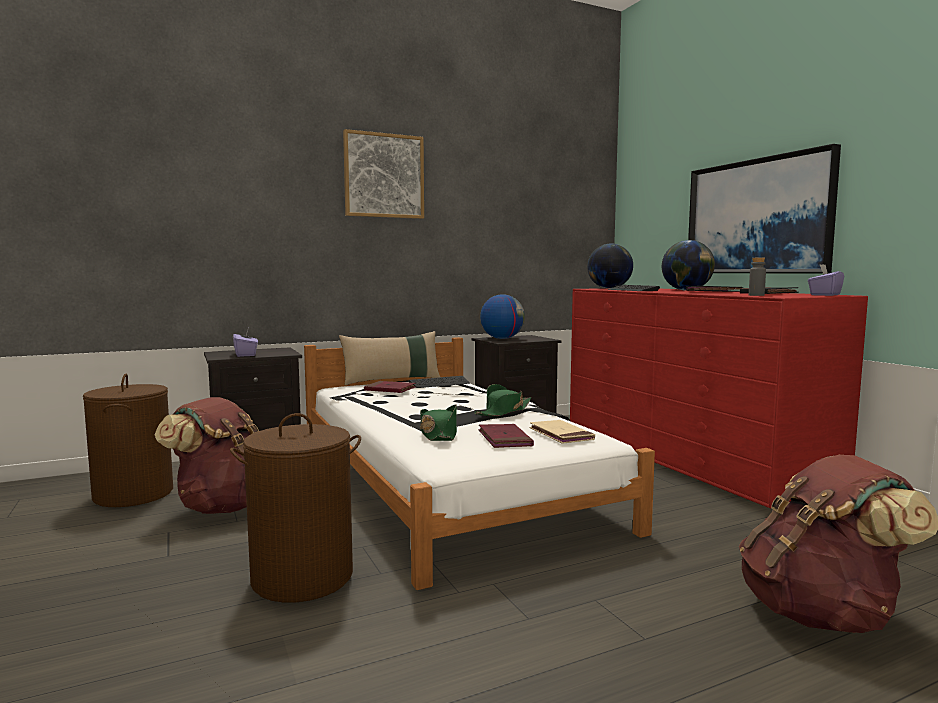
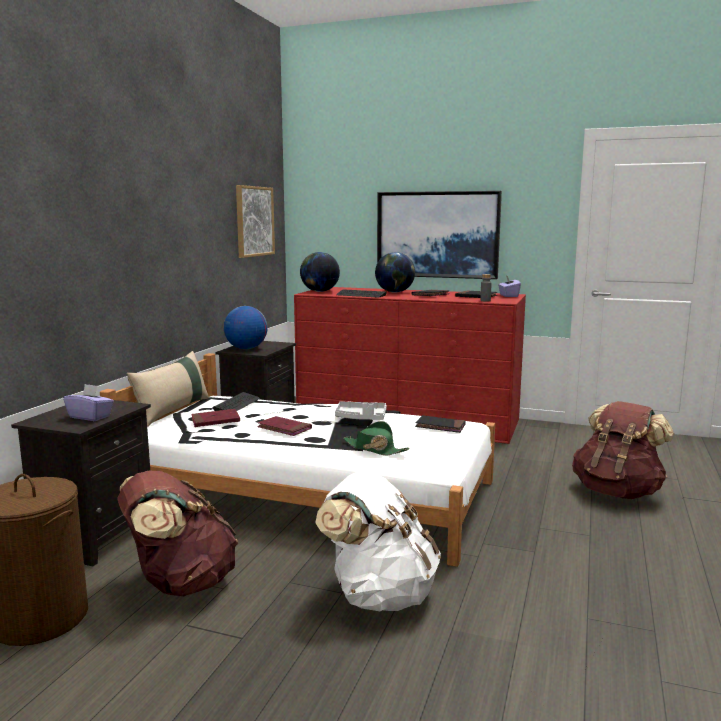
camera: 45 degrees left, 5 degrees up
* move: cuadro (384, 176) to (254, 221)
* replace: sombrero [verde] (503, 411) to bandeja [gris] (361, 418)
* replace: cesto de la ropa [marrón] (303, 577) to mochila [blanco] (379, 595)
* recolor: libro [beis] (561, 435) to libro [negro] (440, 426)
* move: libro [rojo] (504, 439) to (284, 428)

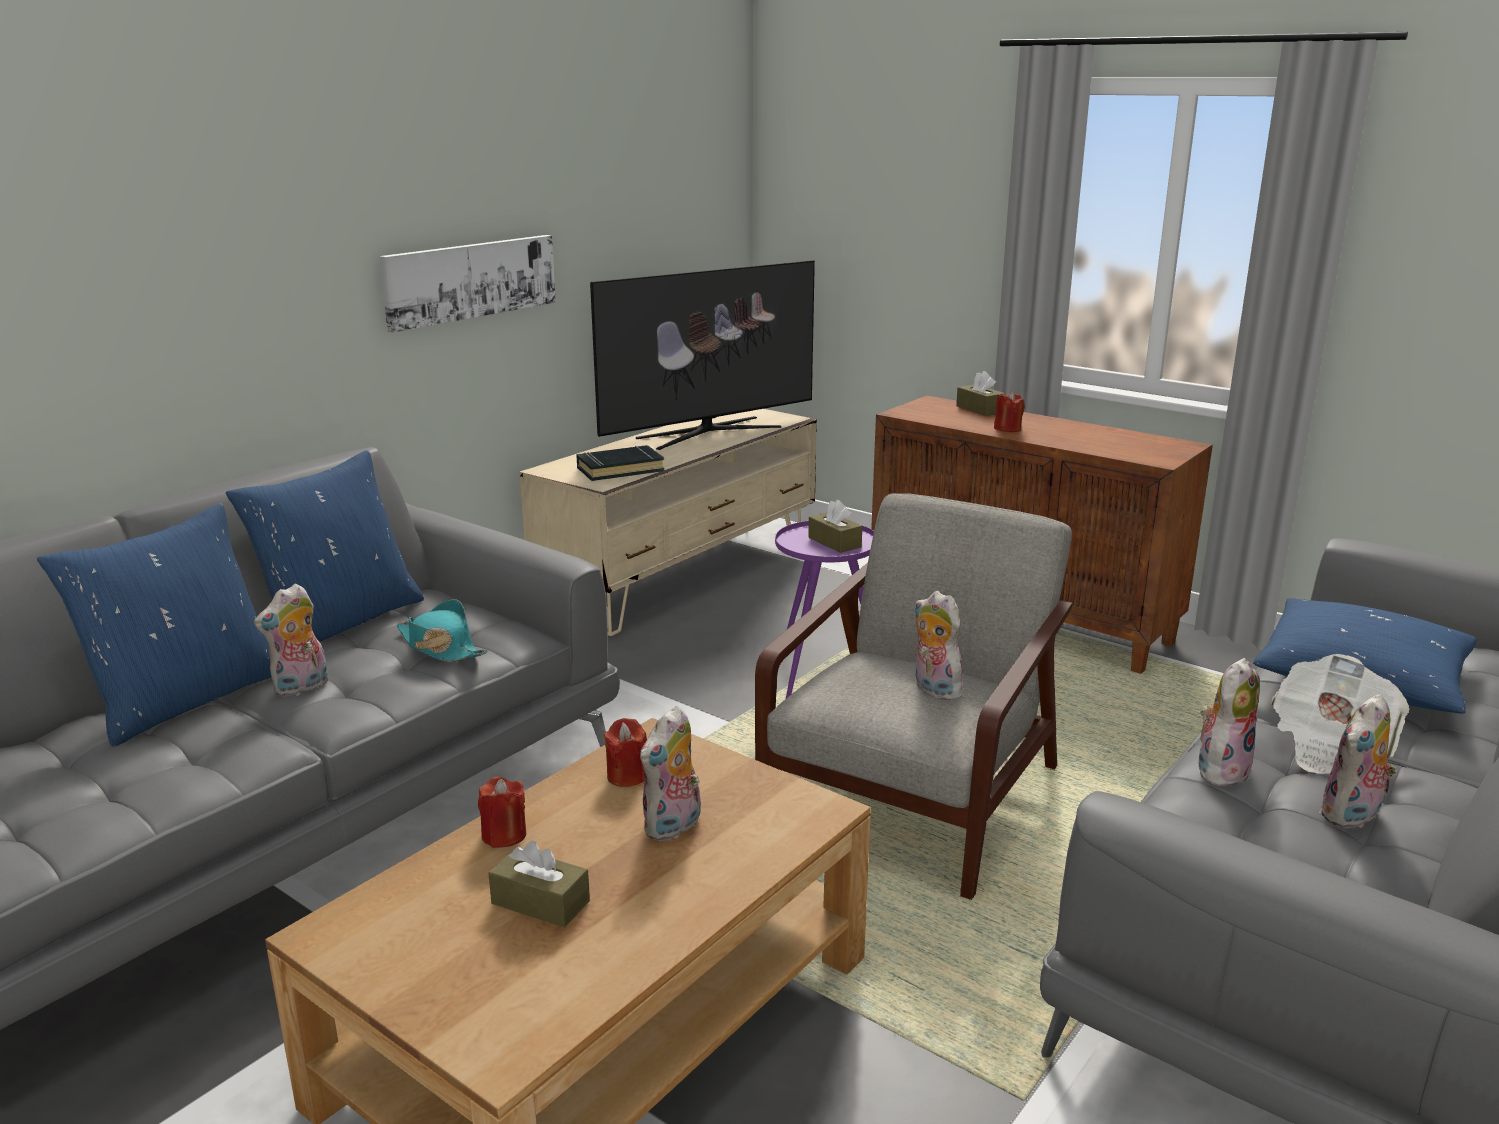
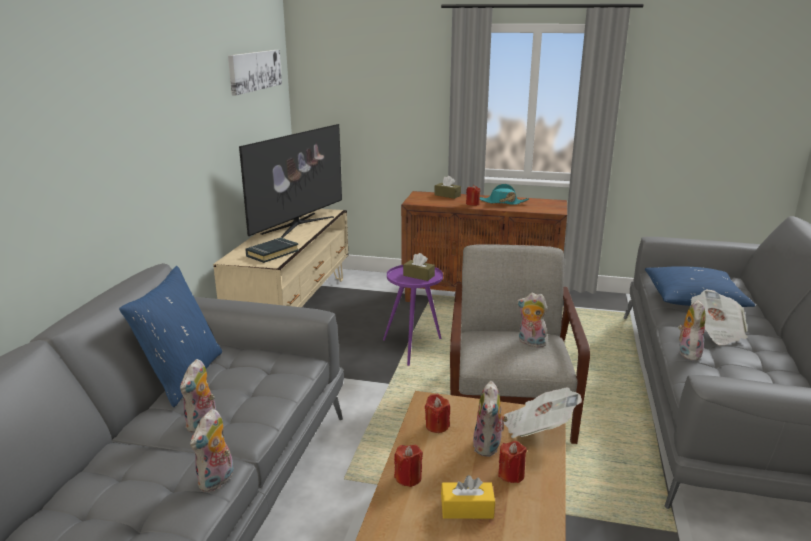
camera: 25 degrees left, 0 degrees up
* move: cuadro (470, 280) to (254, 71)
* delete: cojín [azul] (187, 699)
* move: sombrero [turquesa] (440, 647) to (502, 202)
* move: peluche (1352, 816) to (217, 481)
* recolor: caja de pañuelos [marrón] (540, 902) to caja de pañuelos [amarillo] (467, 509)
* insert: periódico (537, 429)
* insert: vela [rojo] (511, 474)

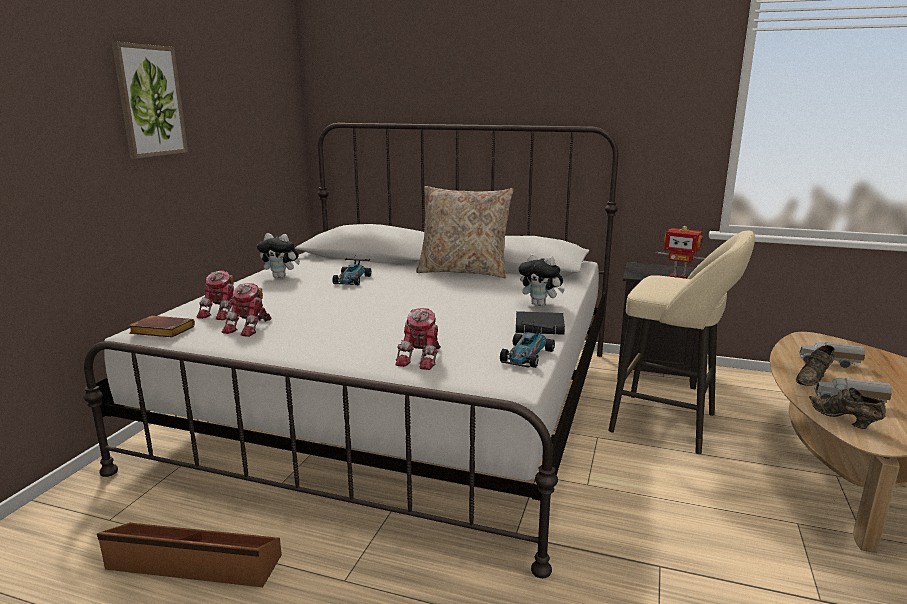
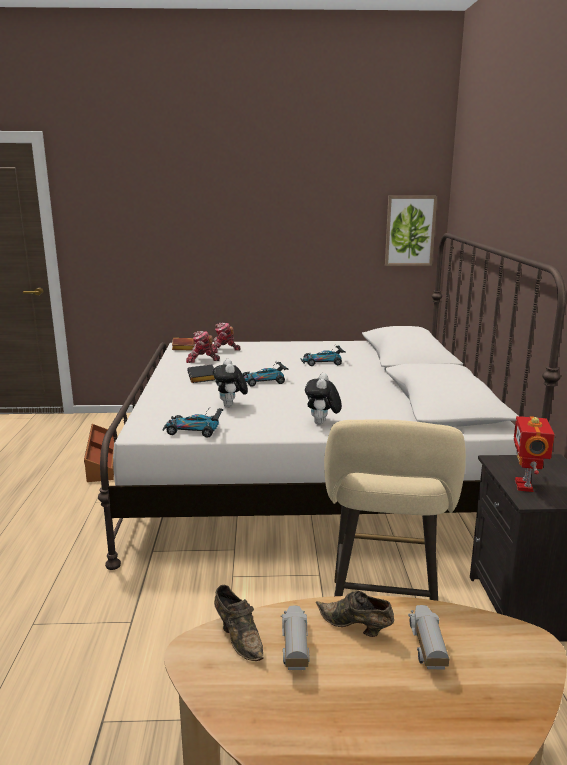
camera: 70 degrees right, 0 degrees up
* move: cuadro (150, 101) to (410, 231)
* delete: cojín [beis] (464, 271)
* move: peluche (281, 277) to (231, 406)
* delete: robot de juguete (422, 358)
* move: libro [negro] (541, 328) to (203, 377)
* rotate: zapato [marrón] (845, 420) = (238, 637) 105 degrees clockwise
* insert: coche de juguete (263, 381)

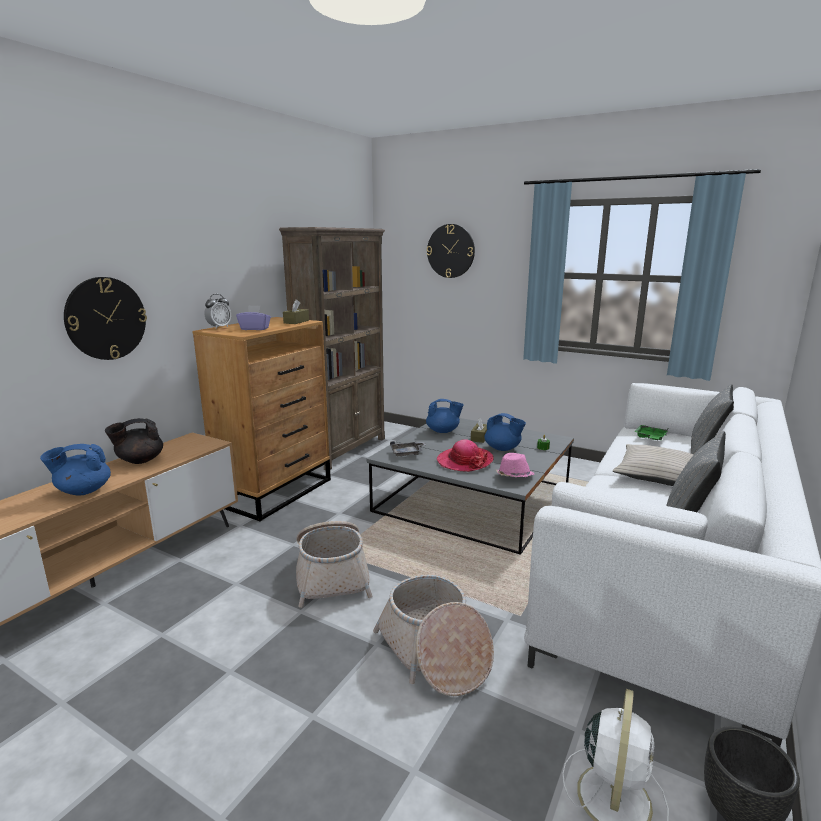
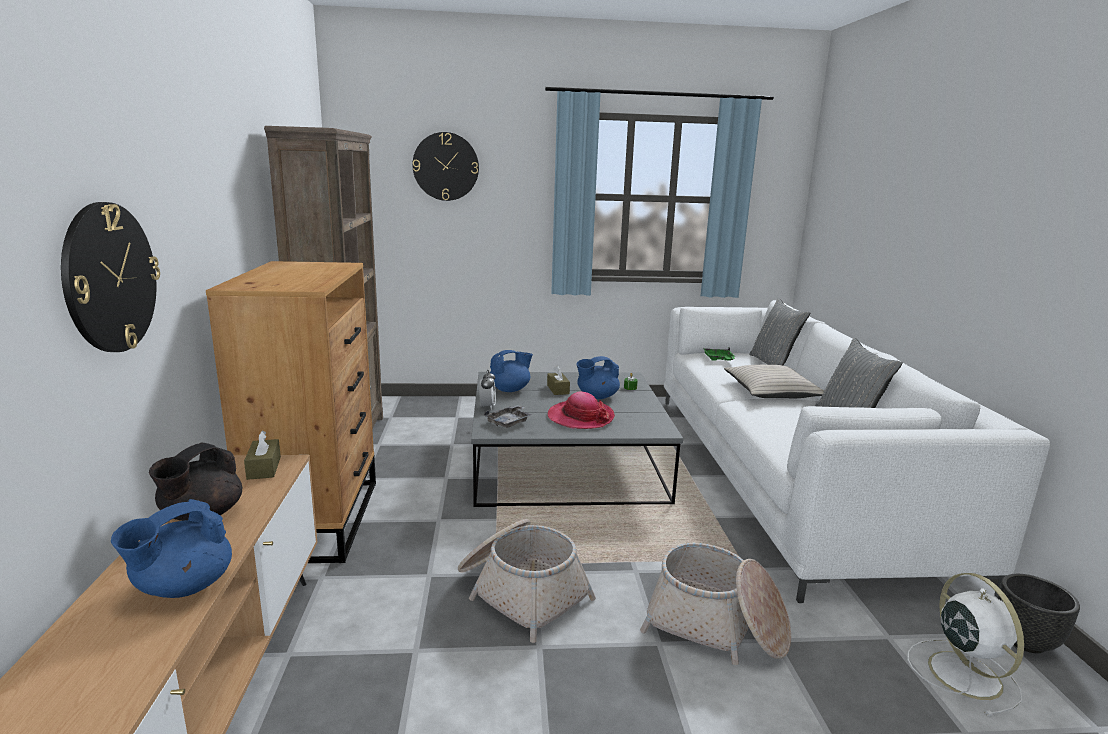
camera: 35 degrees left, 0 degrees up
* move: despertador (219, 327) to (487, 406)
* move: caja de pañuelos [marrón] (296, 322) to (264, 468)
* delete: caja de pañuelos [morado] (255, 329)
* rotate: tetera [azul] (503, 449) = (596, 396) 150 degrees clockwise
* delete: sombrero [rosa] (514, 476)

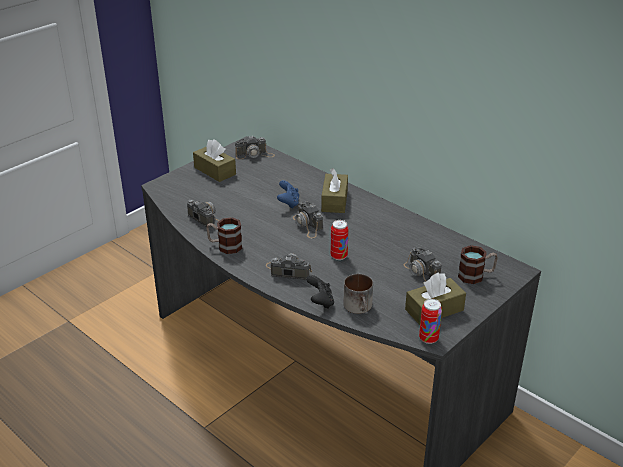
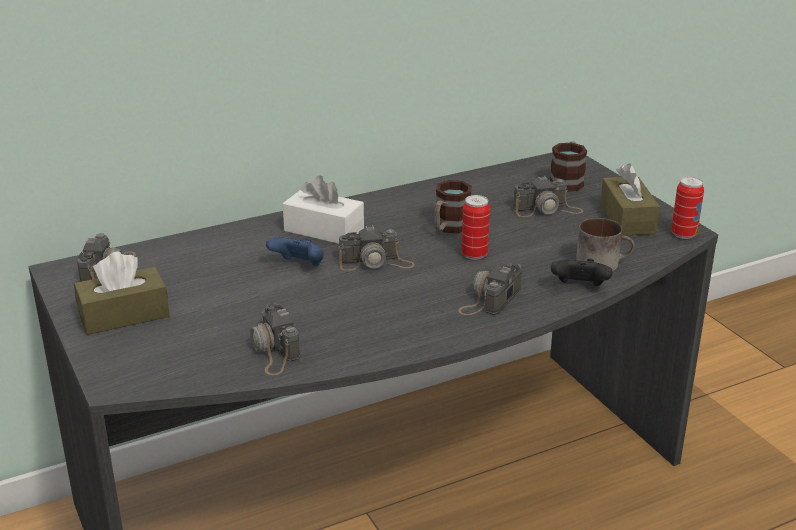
camera: 70 degrees left, 5 degrees down
* recolor: caja de pañuelos [marrón] (334, 201) to caja de pañuelos [blanco] (324, 230)
* rotate: cámara (203, 216) = (273, 350) 90 degrees counterclockwise
* move: taza grande (225, 246) to (449, 228)

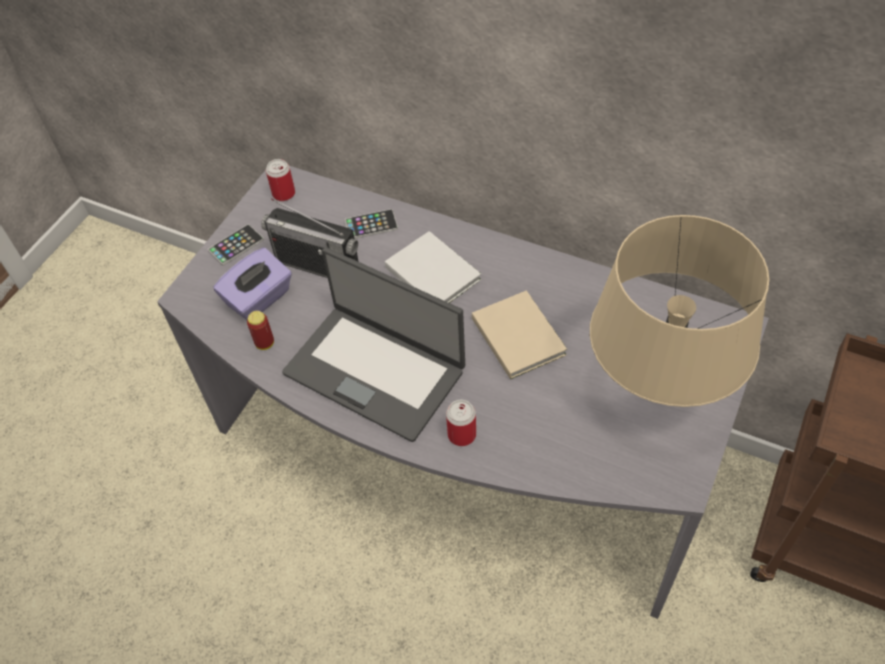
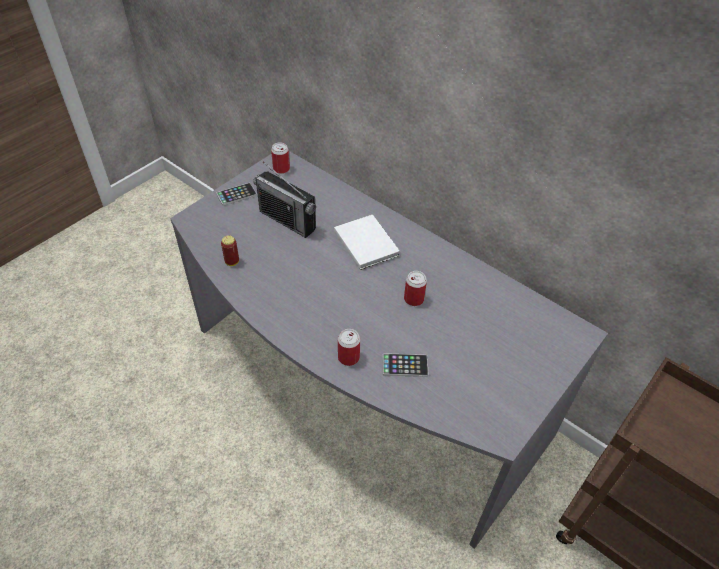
camera: 10 degrees right, 5 degrees down
* move: móvil (371, 225) to (405, 365)
* delete: lámpara de mesa [beis] (658, 394)
* delete: caja de pañuelos [morado] (259, 299)
* delete: portátil (375, 370)
* replace: libro [beis] (518, 334) to lata (413, 299)

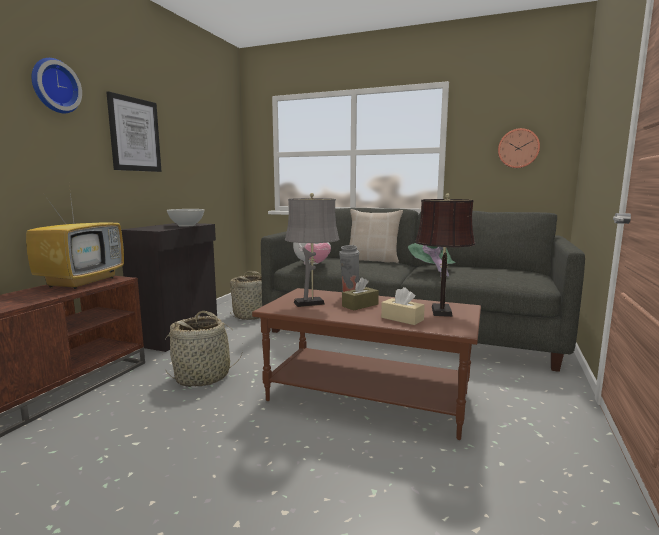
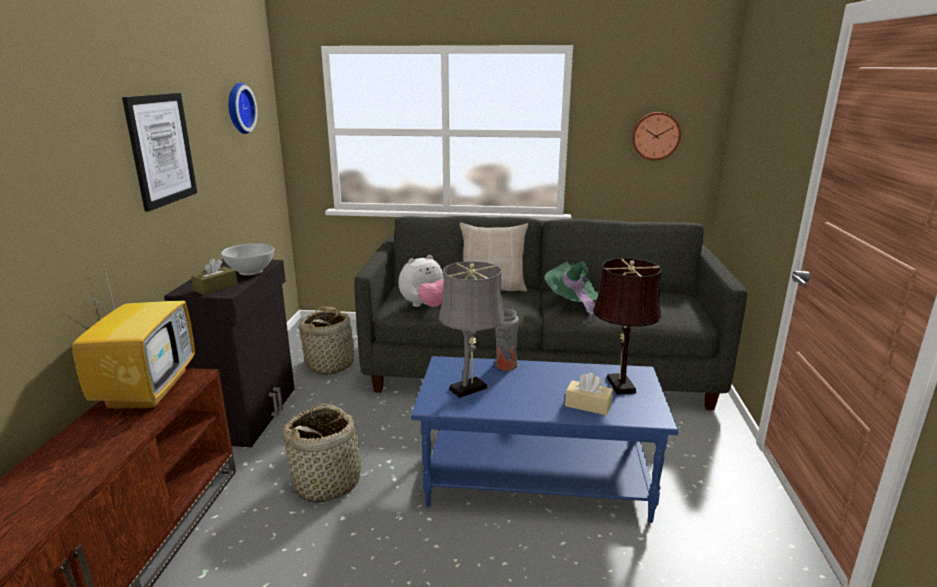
camera: 15 degrees left, 10 degrees up
* move: reloj de pared (54, 86) to (238, 108)
* move: caja de pañuelos [marrón] (360, 305) to (216, 288)
* recolor: mesa de centro [marrón] (369, 396) to mesa de centro [azul] (538, 479)

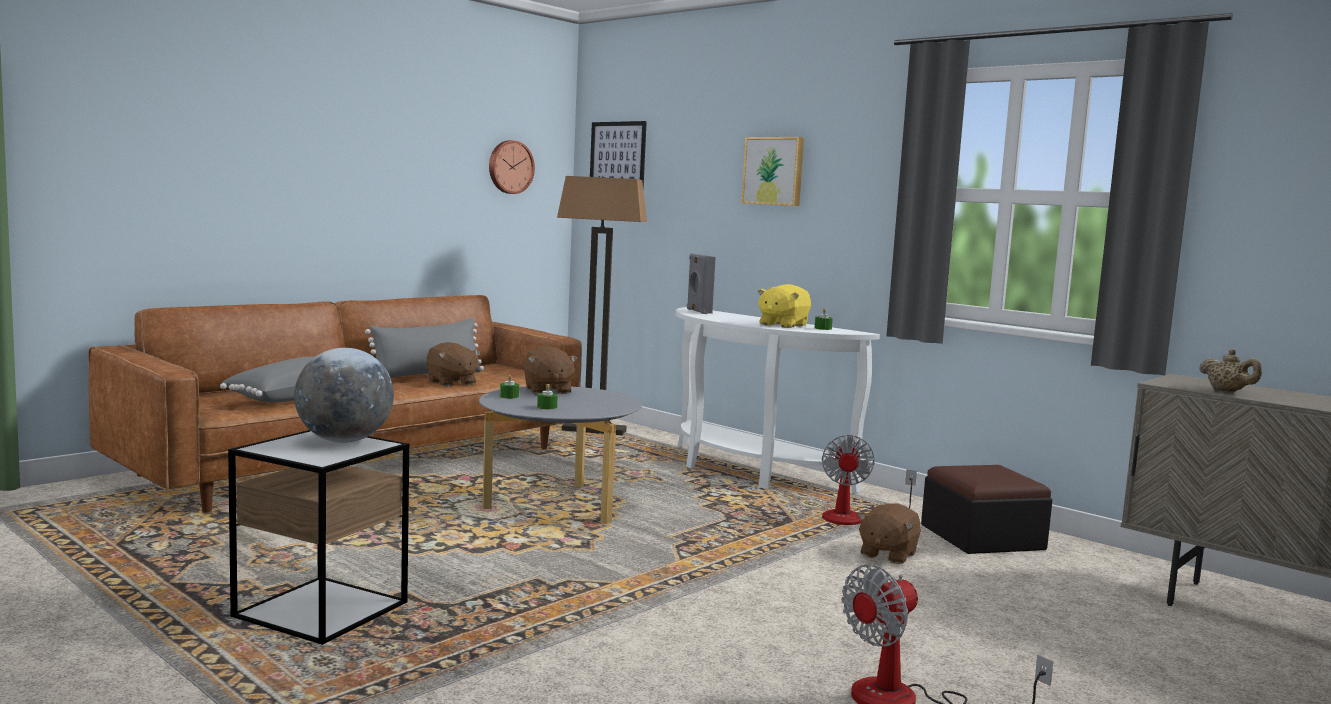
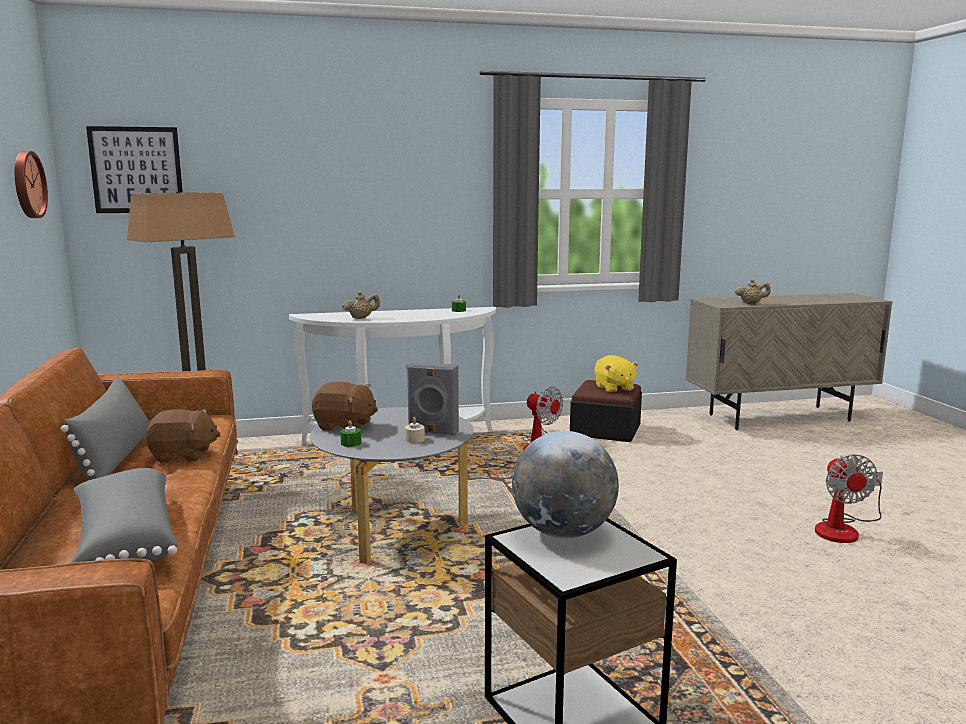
camera: 55 degrees left, 5 degrees up
* delete: cuadro (774, 171)
* move: altavoz [gris] (698, 311) to (432, 432)
* move: peluche [amarillo] (782, 325) to (614, 388)
* recolor: vela [verde] (547, 407) to vela [beis] (414, 439)
* delete: peluche [marrón] (887, 554)
* insert: tetera [beis] (361, 318)

